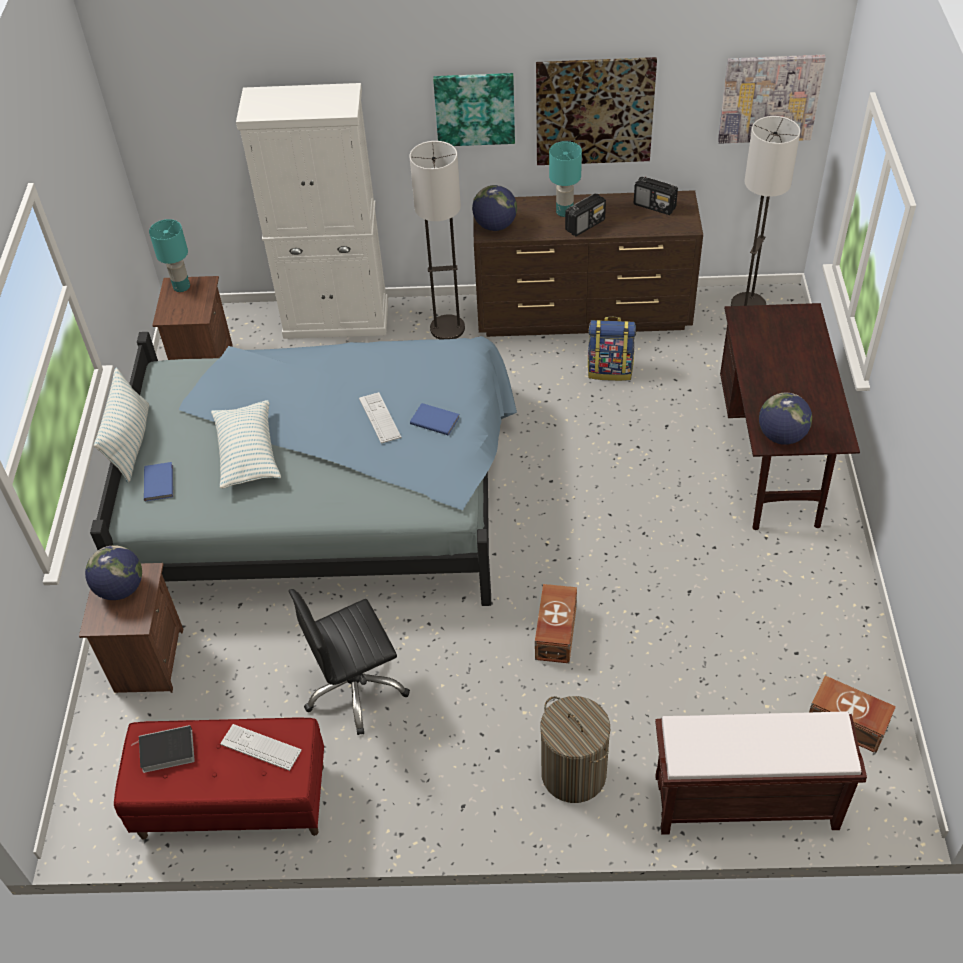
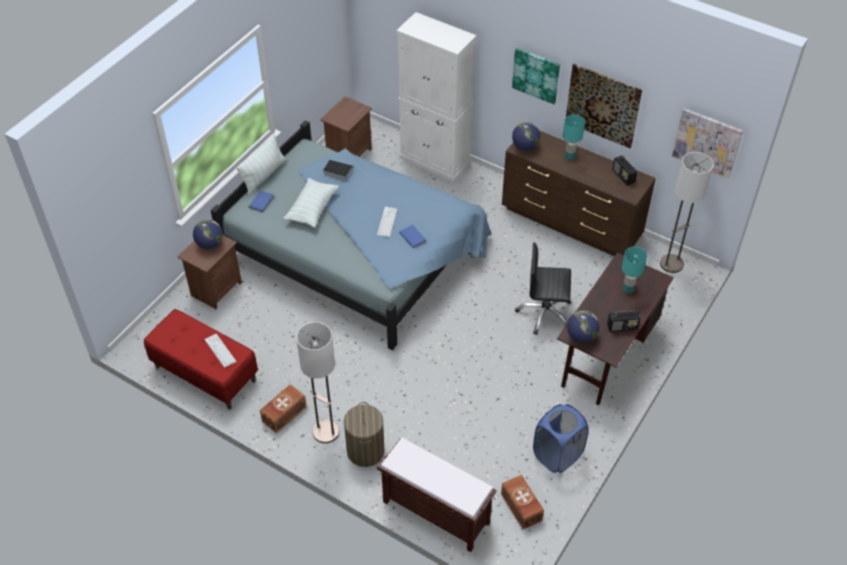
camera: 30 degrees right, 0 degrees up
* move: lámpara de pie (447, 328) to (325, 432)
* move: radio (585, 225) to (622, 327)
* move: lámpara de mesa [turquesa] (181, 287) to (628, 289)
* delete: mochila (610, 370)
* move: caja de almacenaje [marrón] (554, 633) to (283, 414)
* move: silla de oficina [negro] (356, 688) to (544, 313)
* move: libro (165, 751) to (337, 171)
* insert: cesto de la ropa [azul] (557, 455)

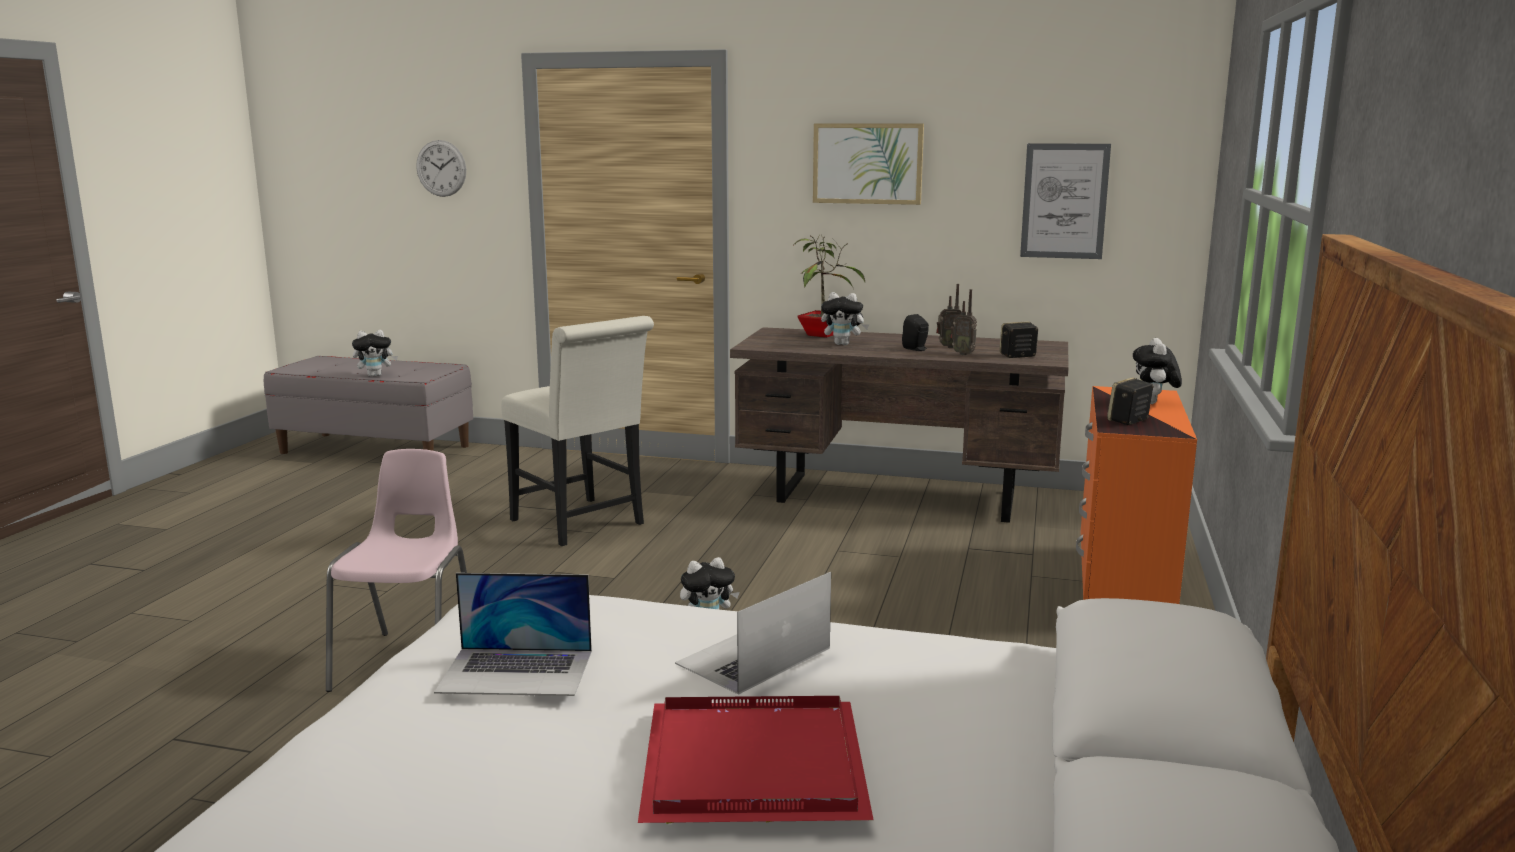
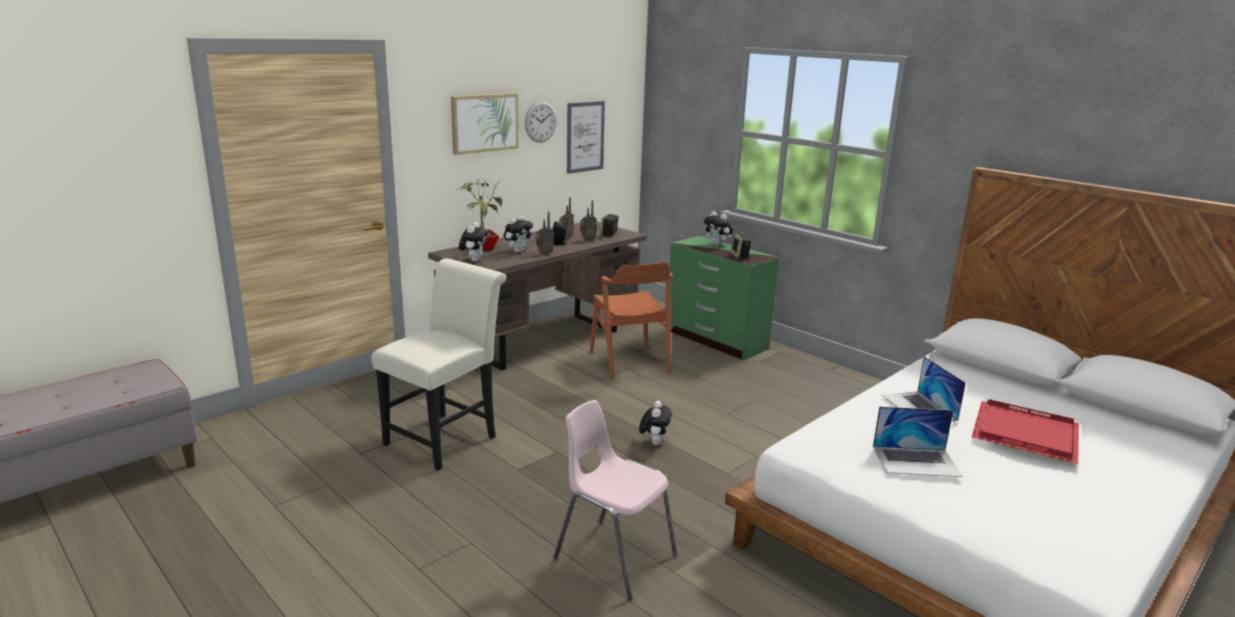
camera: 60 degrees left, 5 degrees up
* move: reloj de pared (441, 168) to (540, 121)
* rotate: silla [blanco] (582, 524) = (446, 437) 45 degrees counterclockwise
* move: peluche (376, 375) to (474, 260)
* recolor: cómoda [naranja] (1122, 585) to cómoda [verde] (716, 340)
* rotate: portátil (516, 671) = (916, 461) 60 degrees clockwise
* insert: radio (544, 254)
* insert: silla [marrón] (629, 362)

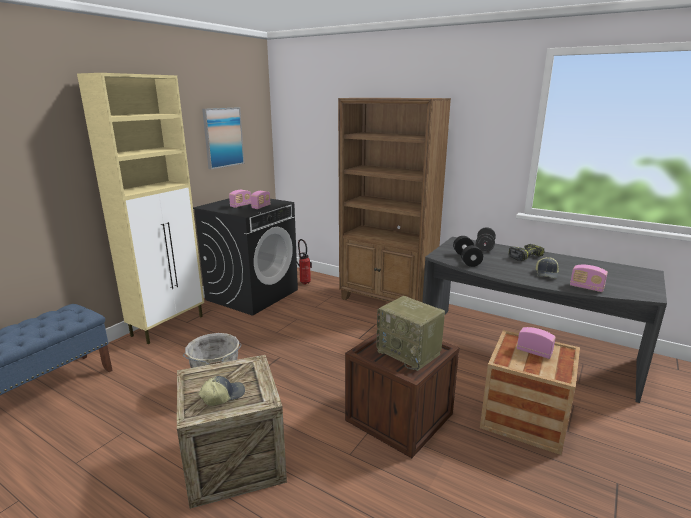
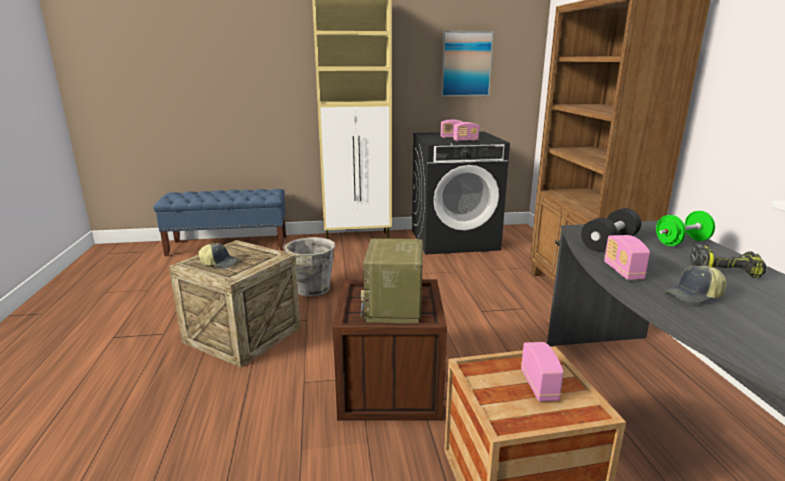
camera: 50 degrees right, 0 degrees up
* recolor: mancuerna [negro] (484, 247) to mancuerna [verde] (682, 242)
* delete: extintor (304, 282)
* move: radio (586, 288) to (623, 271)

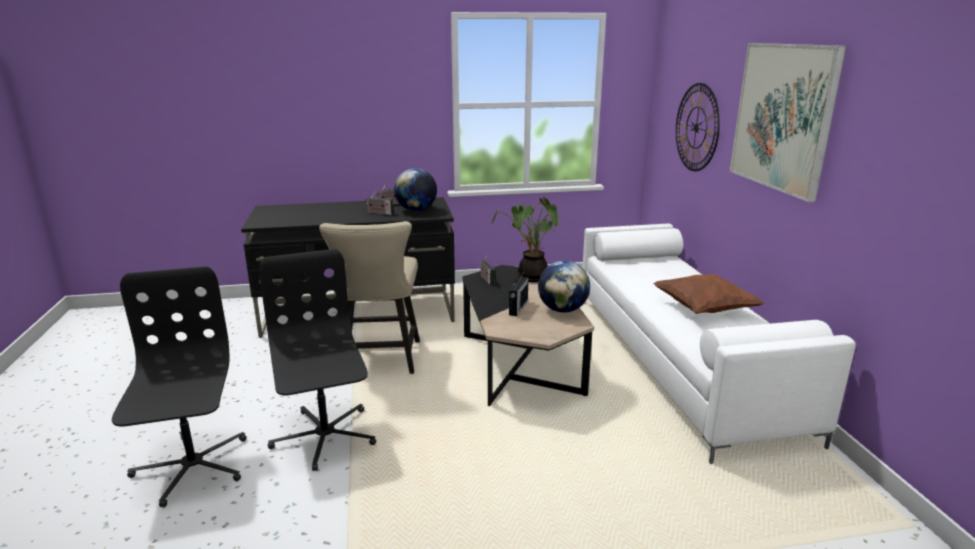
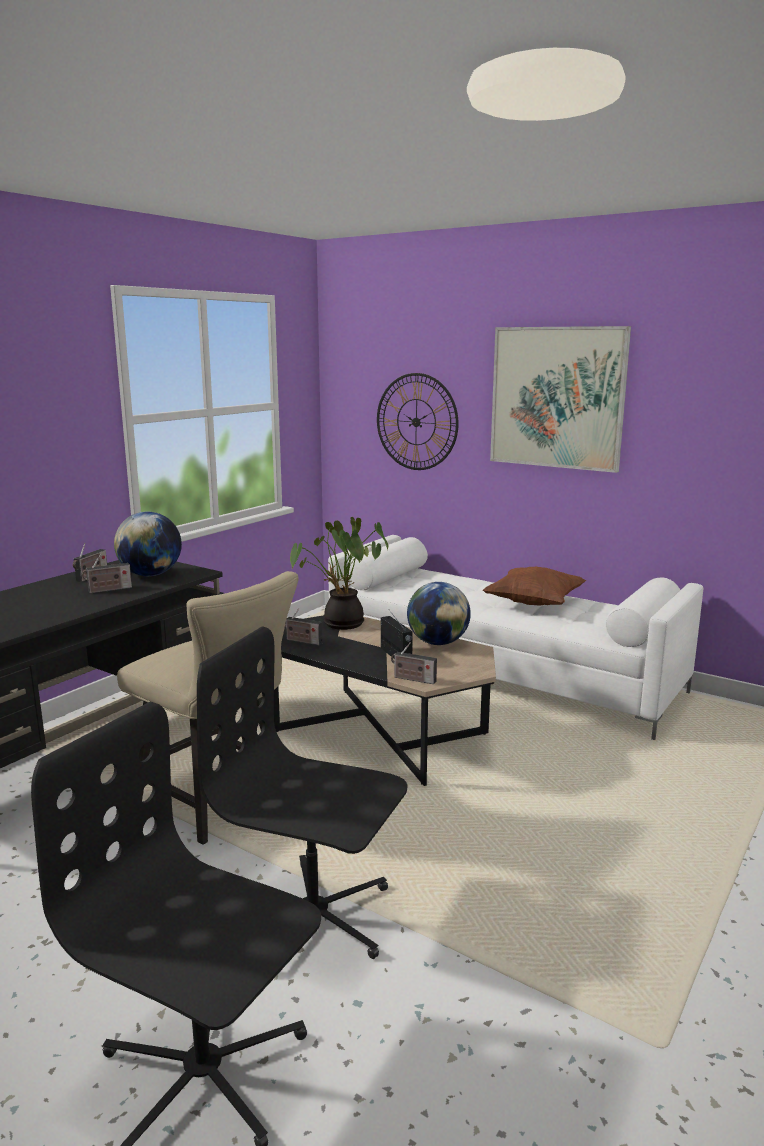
camera: 45 degrees left, 5 degrees down
* insert: radio (412, 679)

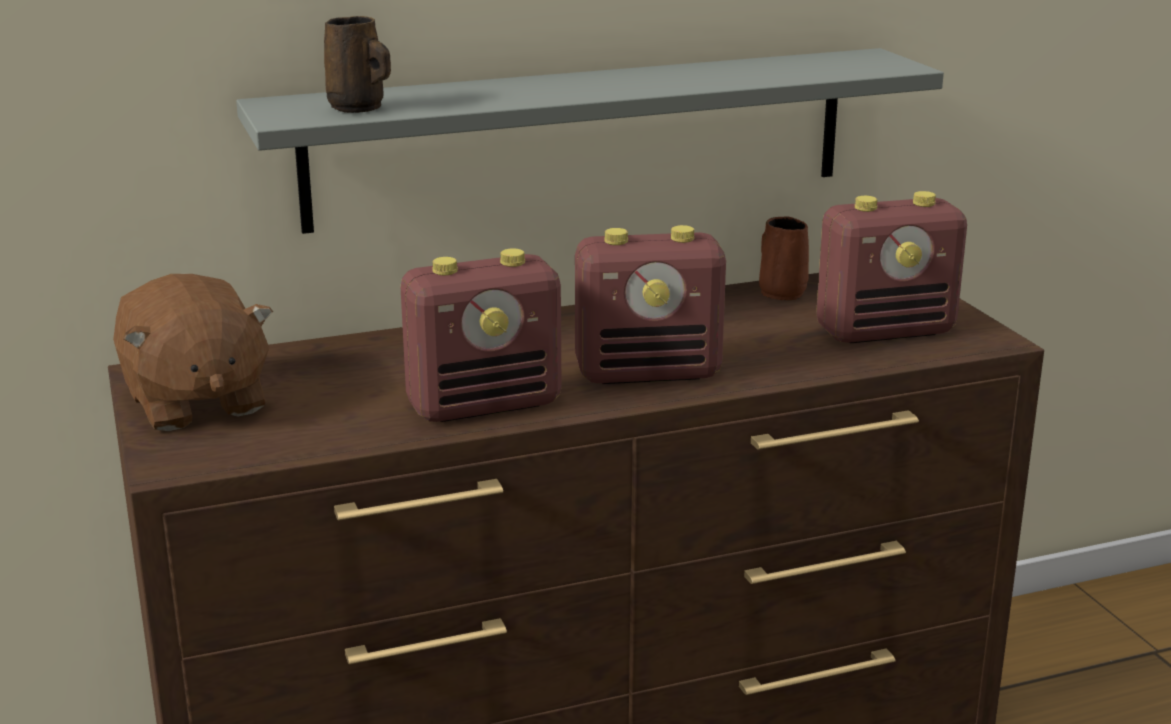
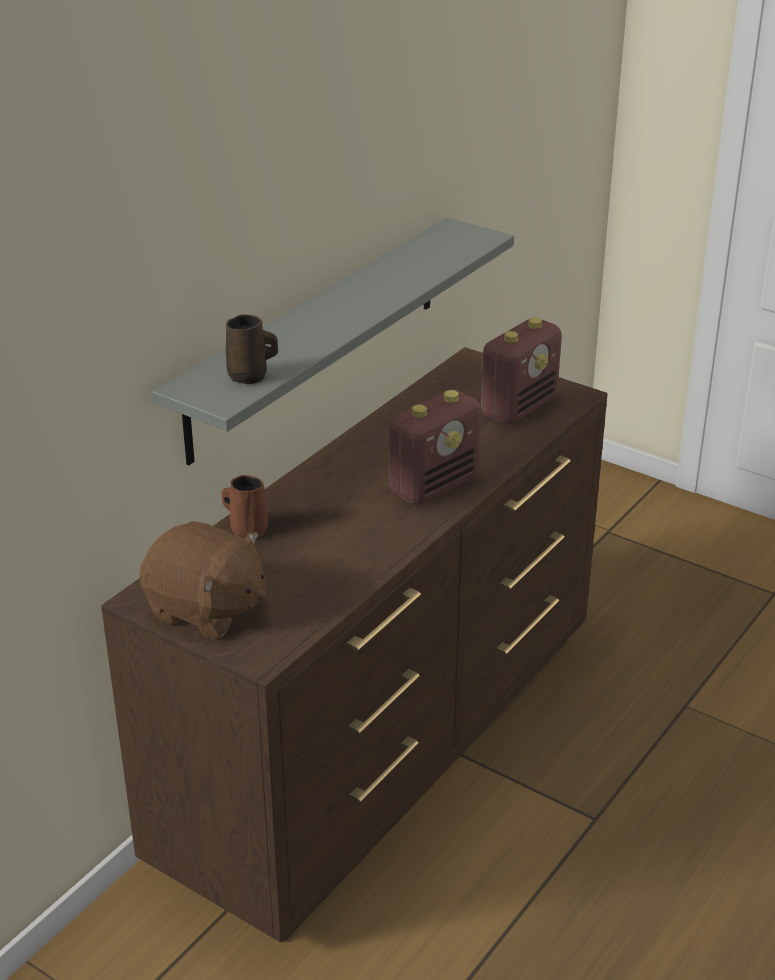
camera: 35 degrees left, 10 degrees up
* move: taza grande [marrón] (780, 292) to (247, 530)
* delete: radio (485, 405)

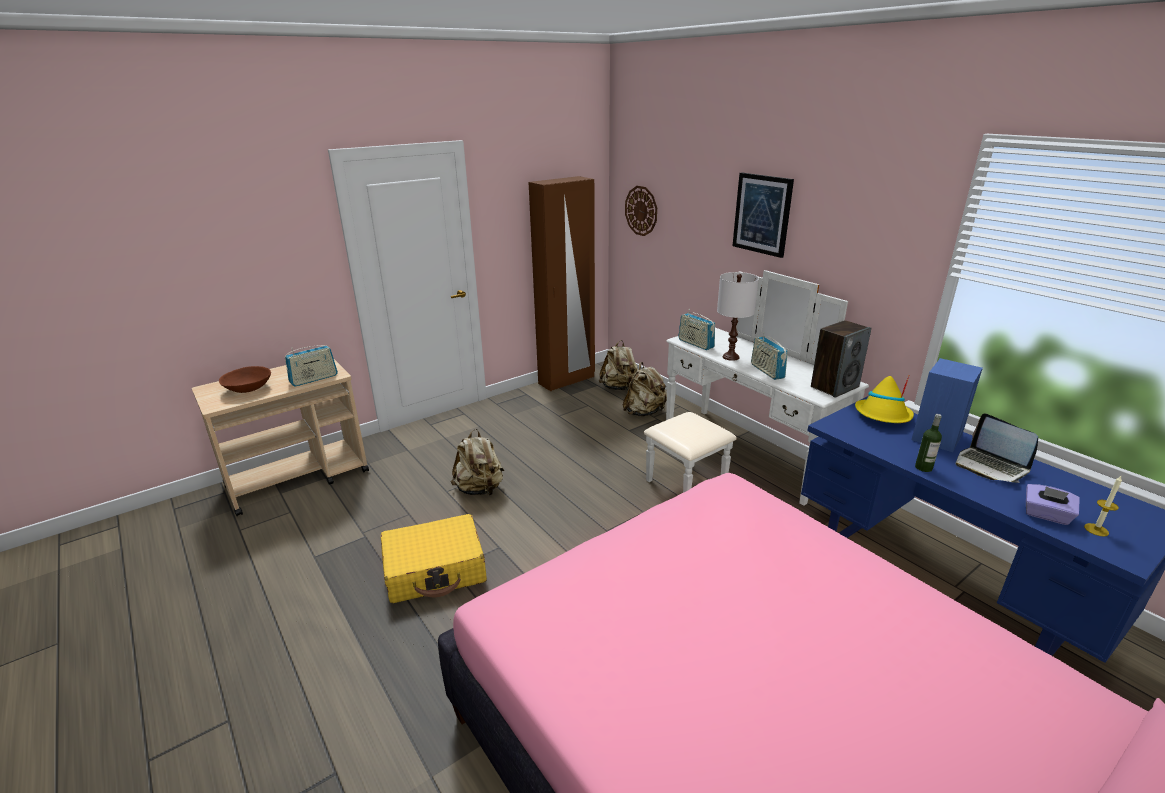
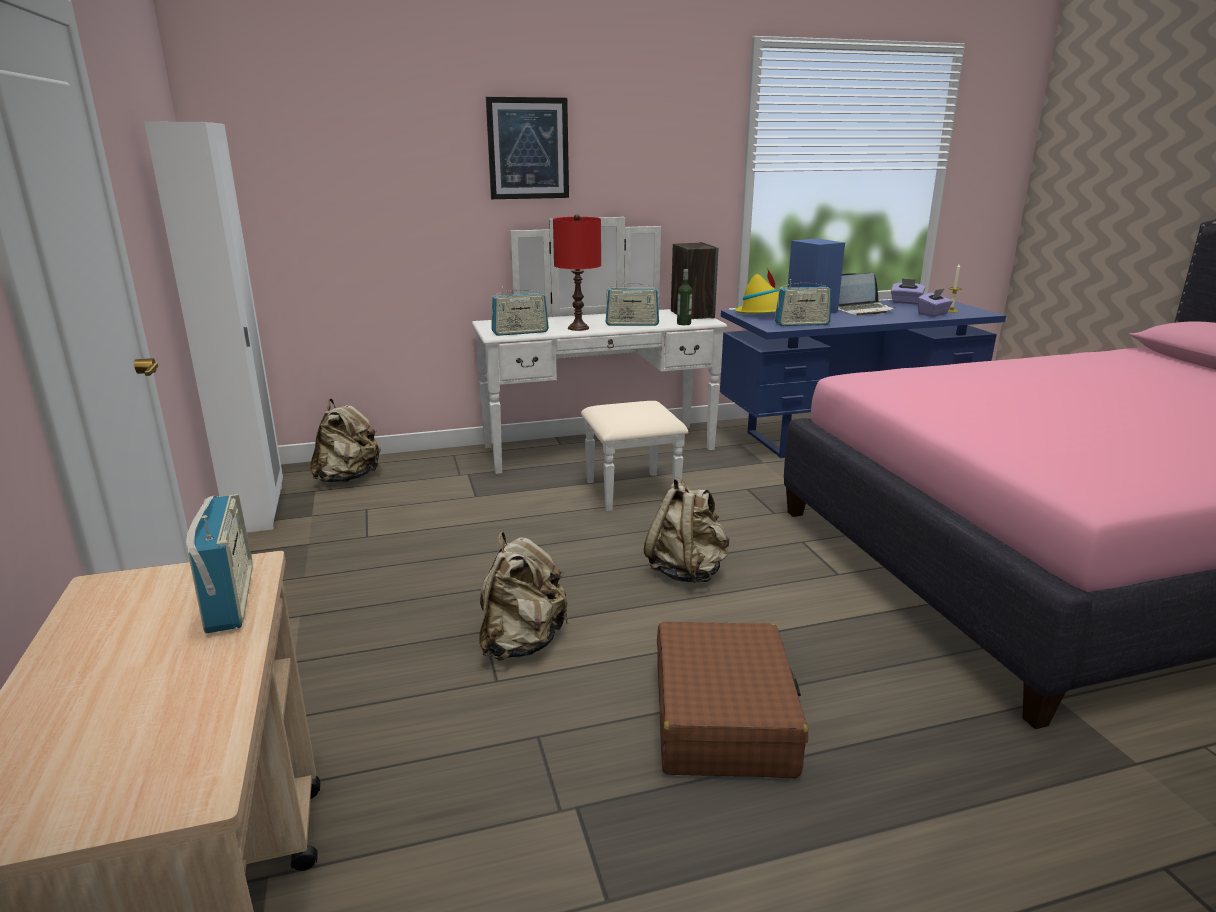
camera: 70 degrees left, 5 degrees down
* recolor: armario ropero [marrón] (567, 380) to armario ropero [blanco] (258, 509)
* delete: reloj de pared (641, 210)
* recolor: lámpara de mesa [blanco] (730, 357) to lámpara de mesa [rojo] (578, 328)
* move: mochila [beis] (644, 412) to (687, 571)
* delete: cuenco [marrón] (248, 389)
* move: botella (923, 467) to (684, 323)
* recolor: maleta [amarillo] (435, 569) to maleta [marrón] (723, 718)
* insert: caja de pañuelos [morado] (906, 302)
* insert: radio (802, 324)

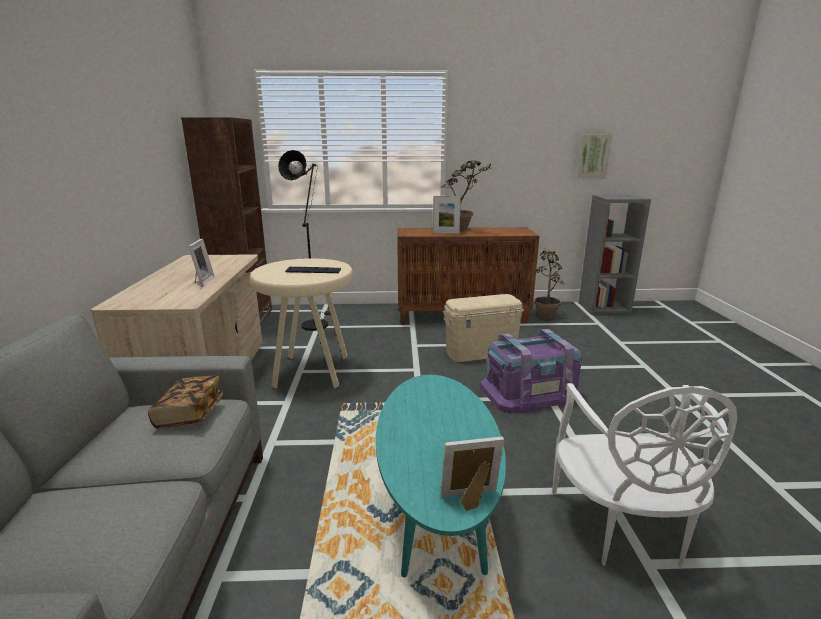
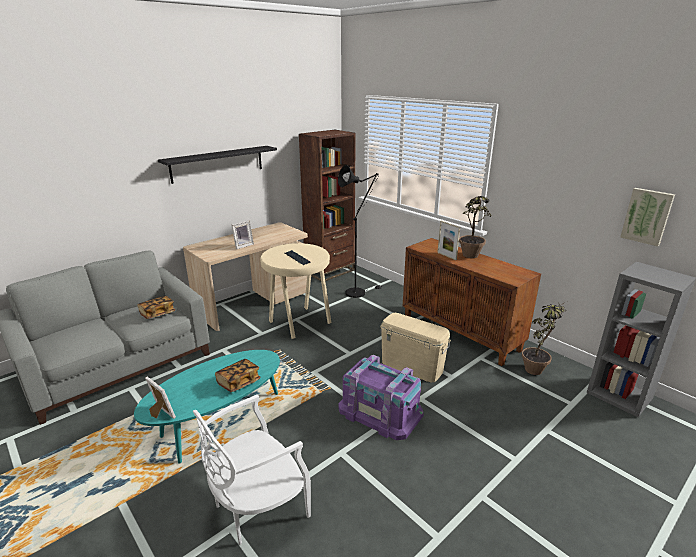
camera: 50 degrees right, 5 degrees up
* insert: estante [negro] (217, 164)
* insert: libro (238, 382)

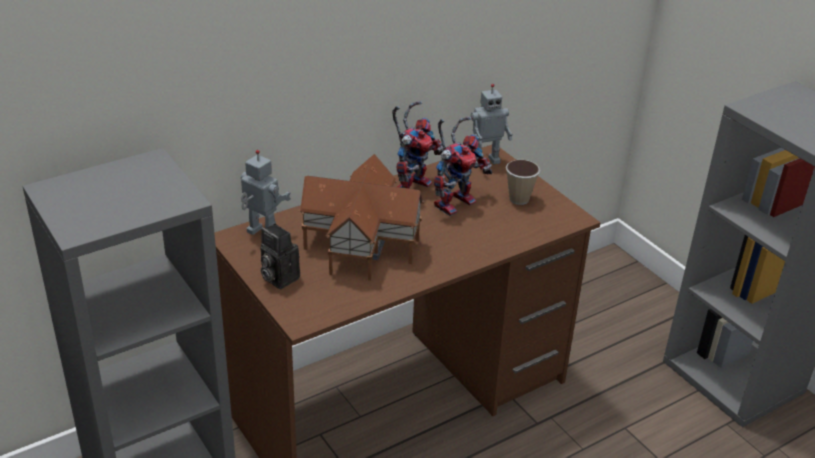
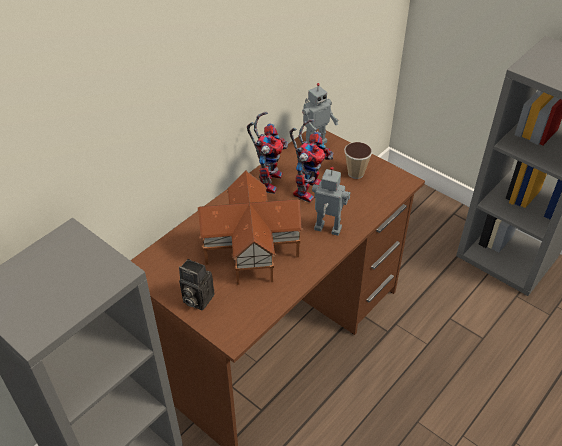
camera: 15 degrees left, 10 degrees up
* move: robot de juguete (261, 235) to (327, 230)

